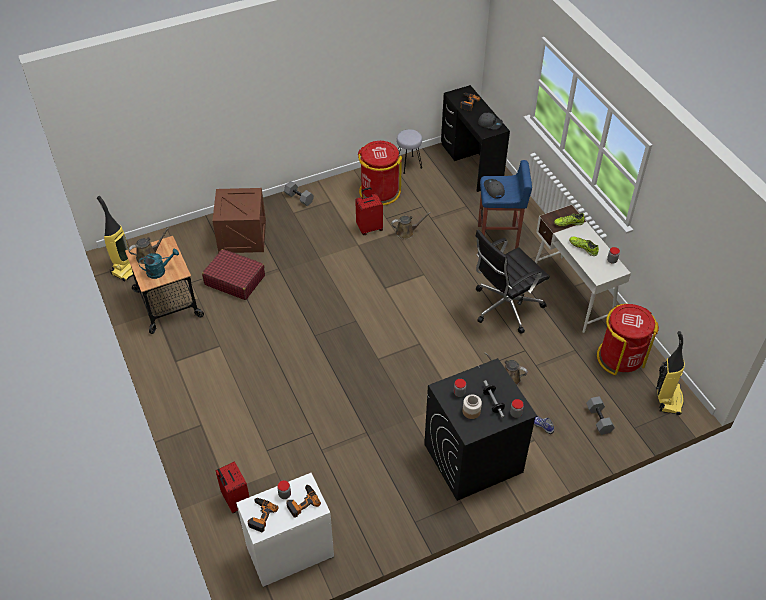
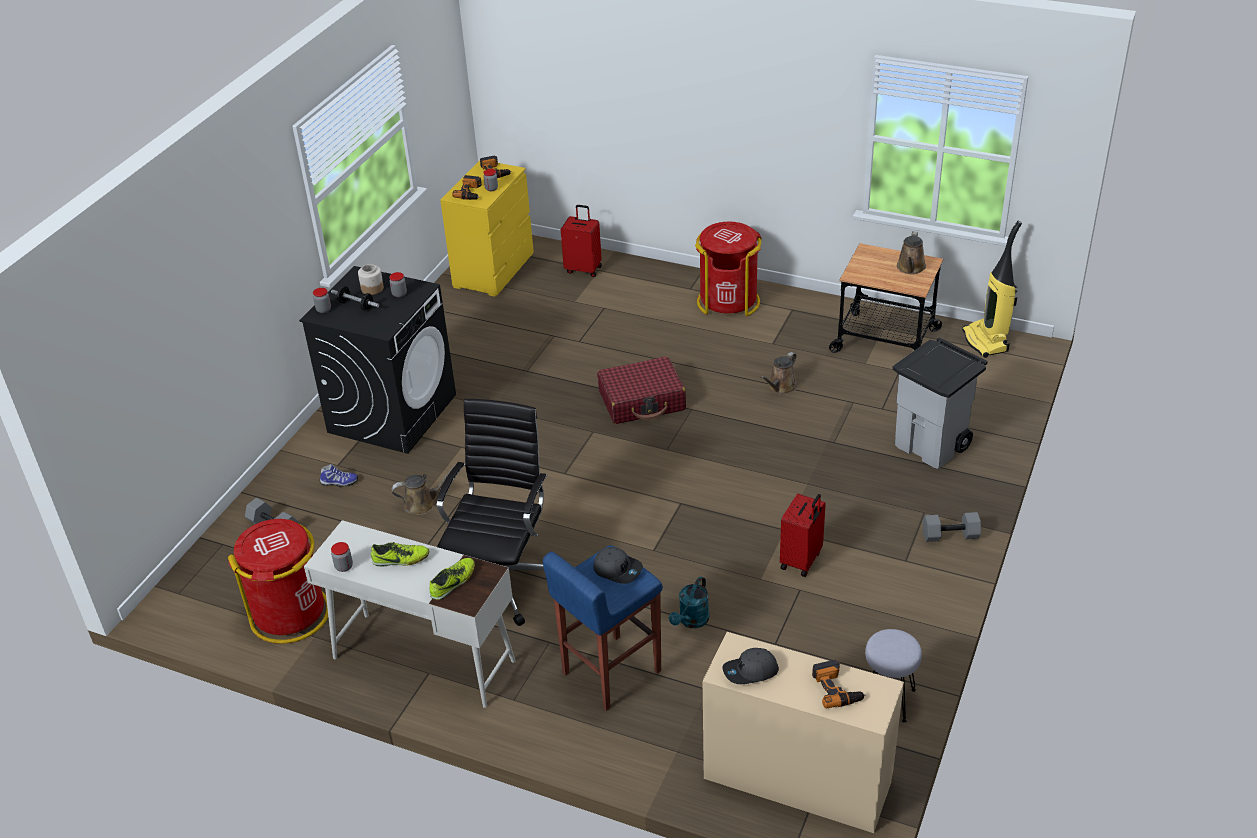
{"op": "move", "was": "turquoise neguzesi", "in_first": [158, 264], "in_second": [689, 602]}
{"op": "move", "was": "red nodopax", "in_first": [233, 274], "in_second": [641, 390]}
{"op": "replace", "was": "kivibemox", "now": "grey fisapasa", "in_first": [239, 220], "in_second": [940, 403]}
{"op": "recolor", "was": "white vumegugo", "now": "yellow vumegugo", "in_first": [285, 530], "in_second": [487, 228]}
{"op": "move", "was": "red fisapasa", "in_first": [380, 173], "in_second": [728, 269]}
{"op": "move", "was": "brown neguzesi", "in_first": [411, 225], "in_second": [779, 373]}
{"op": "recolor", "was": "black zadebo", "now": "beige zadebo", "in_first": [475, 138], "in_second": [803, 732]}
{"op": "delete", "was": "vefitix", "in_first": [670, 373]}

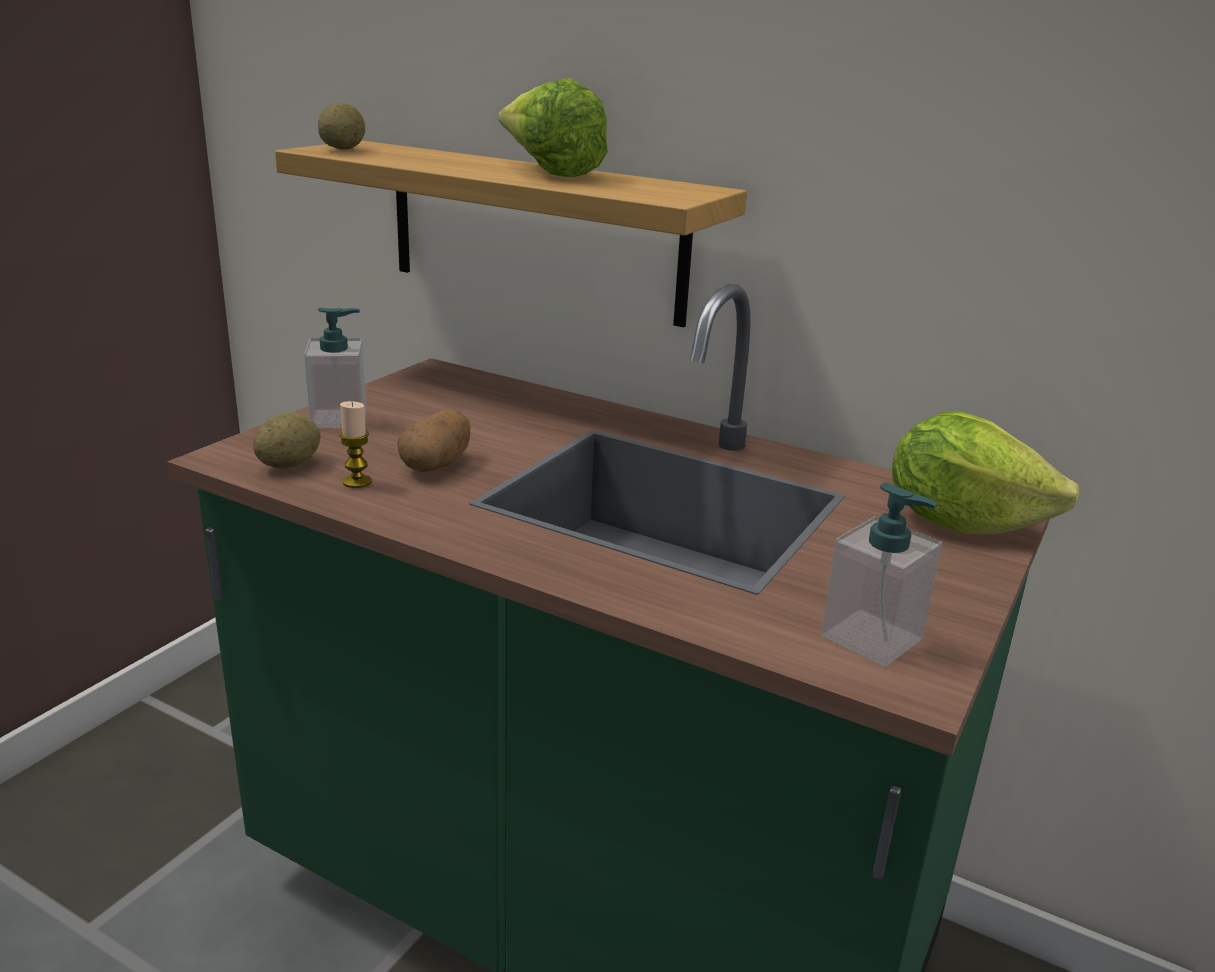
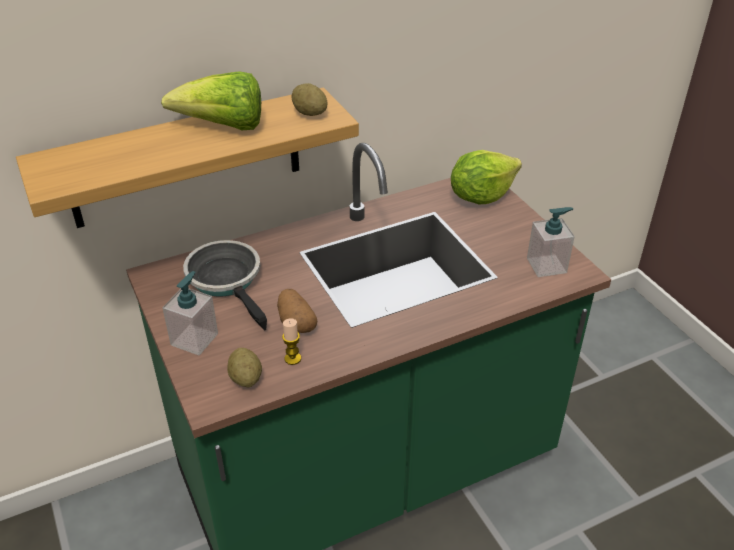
{"op": "move", "was": "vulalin", "in_first": [341, 126], "in_second": [309, 99]}
{"op": "insert", "now": "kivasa", "in_second": [225, 285]}

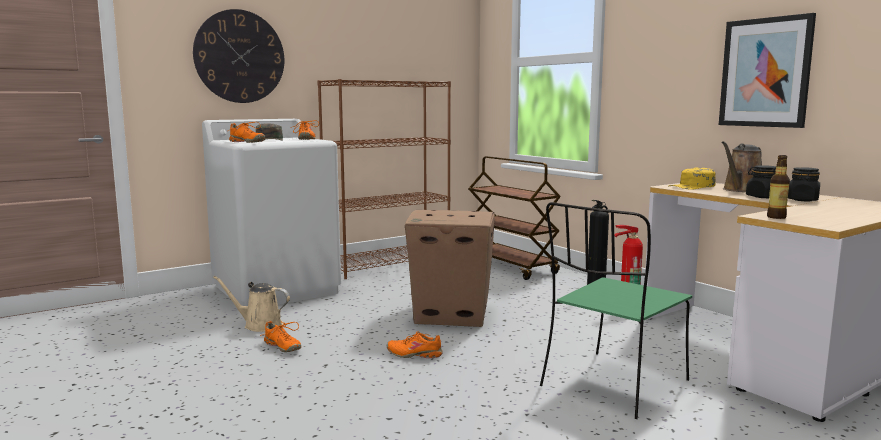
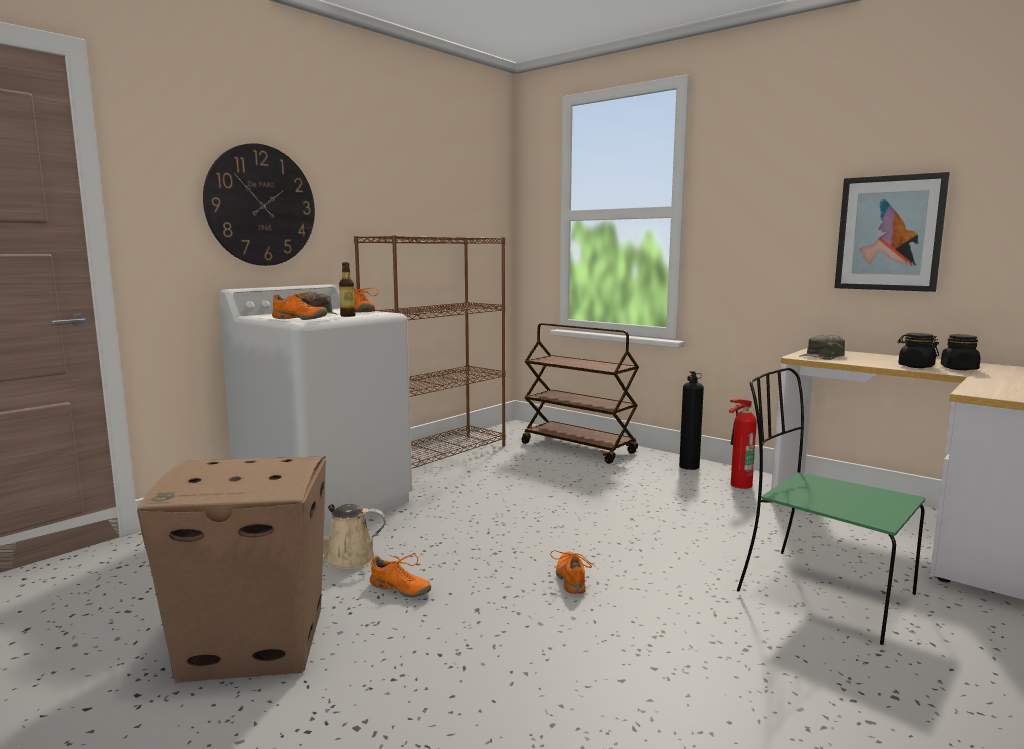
{"op": "rotate", "was": "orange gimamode", "in_first": [415, 344], "in_second": [574, 572], "clockwise": 90}
{"op": "move", "was": "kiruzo", "in_first": [450, 268], "in_second": [231, 569]}
{"op": "rotate", "was": "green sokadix", "in_first": [616, 310], "in_second": [831, 506], "clockwise": 105}
{"op": "recolor", "was": "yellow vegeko", "now": "green vegeko", "in_first": [692, 179], "in_second": [822, 347]}
{"op": "delete", "was": "brown neguzesi", "in_first": [741, 166]}
{"op": "move", "was": "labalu", "in_first": [778, 187], "in_second": [347, 289]}

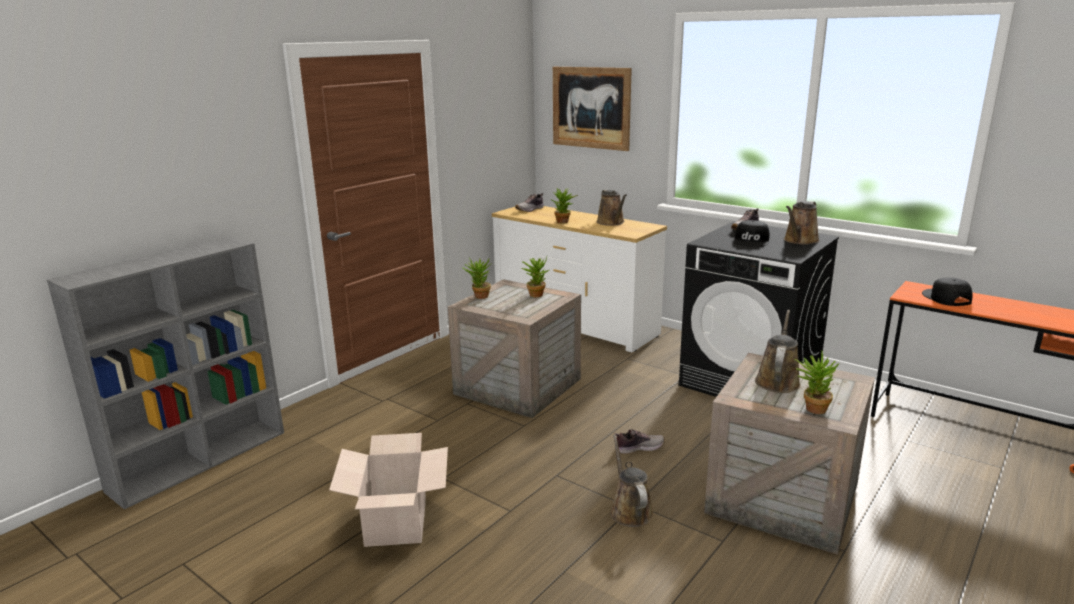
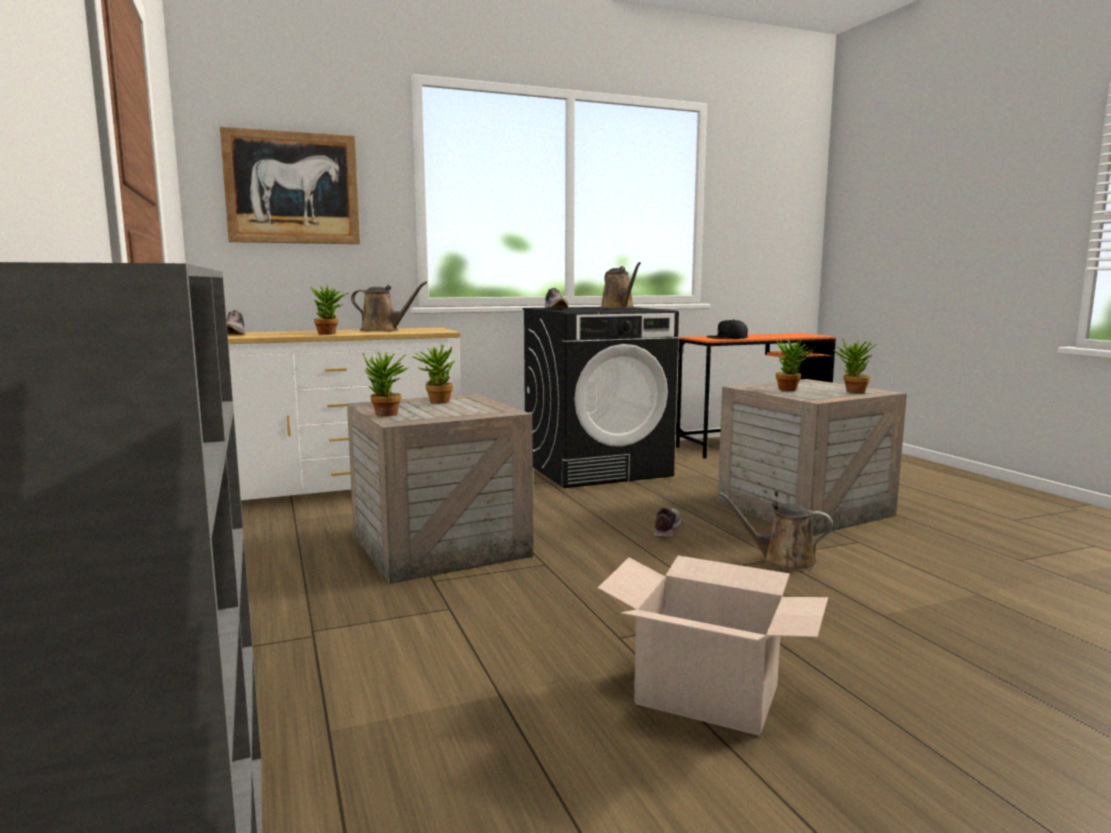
{"op": "delete", "was": "black vegeko", "in_first": [752, 233]}
{"op": "replace", "was": "brown neguzesi", "now": "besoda", "in_first": [778, 351], "in_second": [795, 365]}

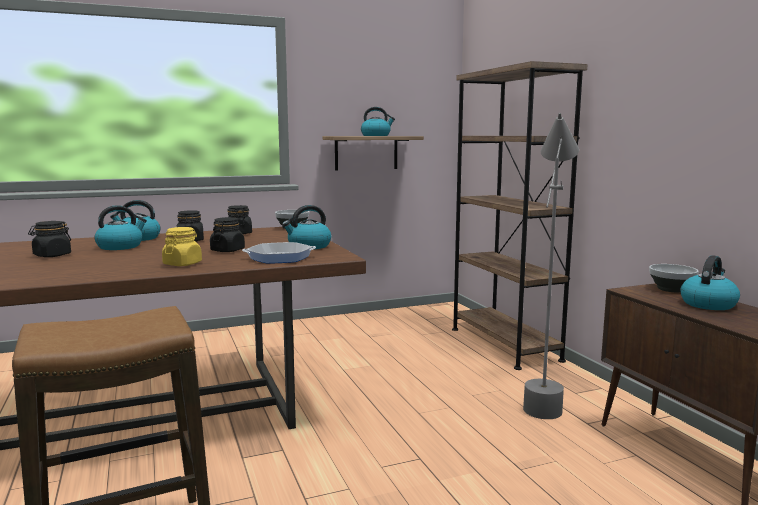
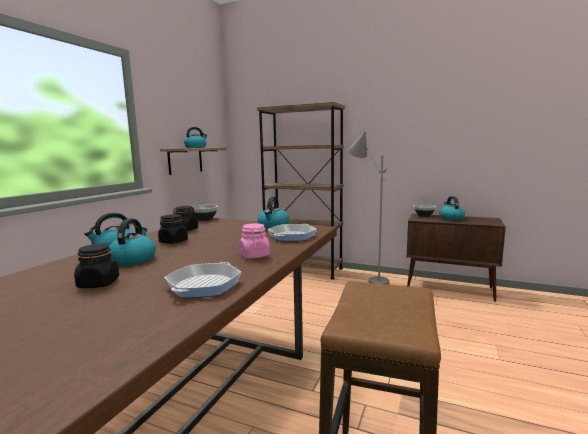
{"op": "recolor", "was": "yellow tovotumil", "now": "pink tovotumil", "in_first": [182, 246], "in_second": [254, 241]}
{"op": "delete", "was": "black tovotumil", "in_first": [227, 234]}
{"op": "insert", "now": "kivasa", "in_second": [203, 280]}

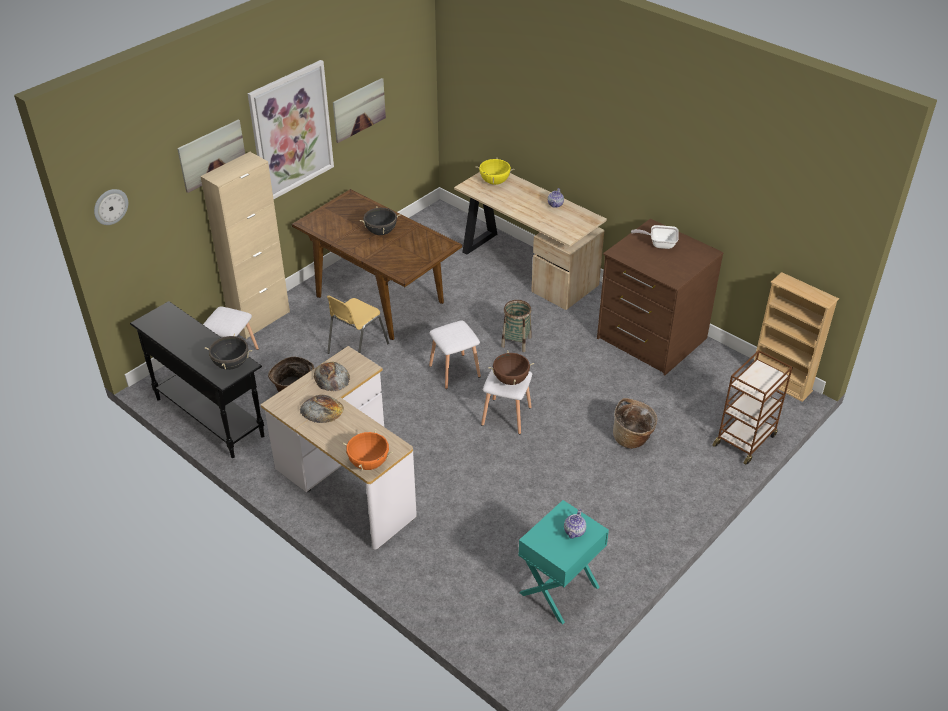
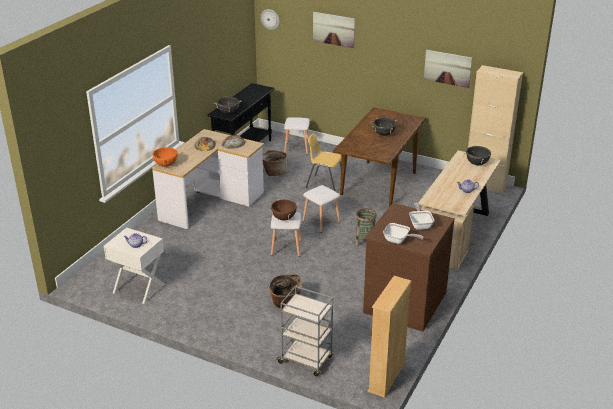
{"op": "move", "was": "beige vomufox", "in_first": [245, 245], "in_second": [495, 129]}
{"op": "delete", "was": "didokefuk", "in_first": [291, 129]}
{"op": "recolor", "was": "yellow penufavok", "now": "black penufavok", "in_first": [495, 172], "in_second": [479, 155]}
{"op": "recolor", "was": "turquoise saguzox", "now": "white saguzox", "in_first": [563, 562], "in_second": [134, 266]}
{"op": "recolor", "was": "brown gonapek", "now": "grey gonapek", "in_first": [752, 407], "in_second": [305, 331]}
{"op": "insert", "now": "kivasa", "in_second": [403, 233]}

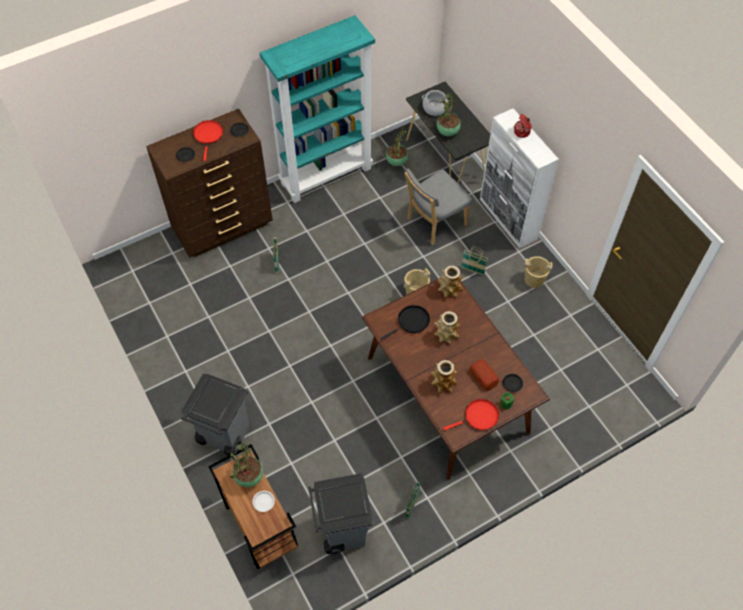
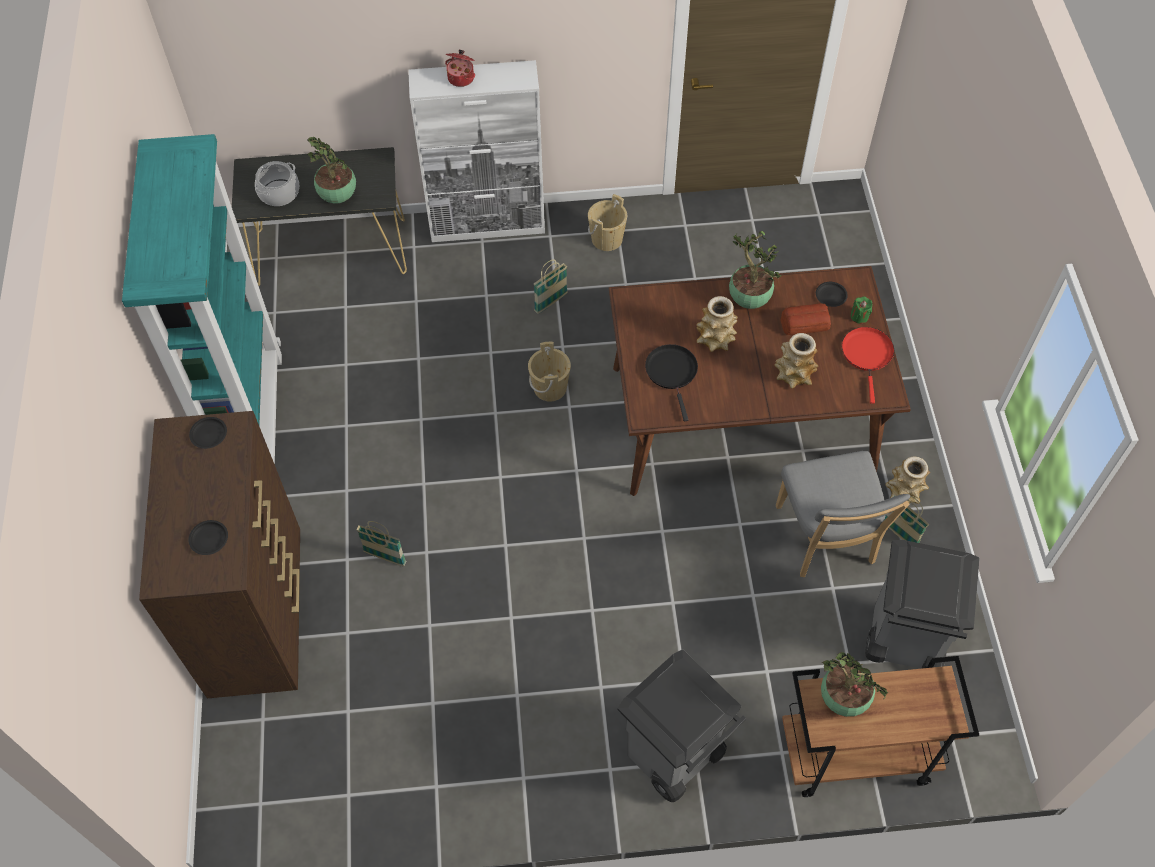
{"op": "delete", "was": "red kivasa", "in_first": [208, 140]}
{"op": "delete", "was": "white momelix", "in_first": [263, 501]}
{"op": "move", "was": "besoda", "in_first": [397, 146], "in_second": [755, 270]}
{"op": "move", "was": "grey sokadix", "in_first": [438, 206], "in_second": [843, 514]}
{"op": "move", "was": "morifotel", "in_first": [450, 281], "in_second": [907, 480]}

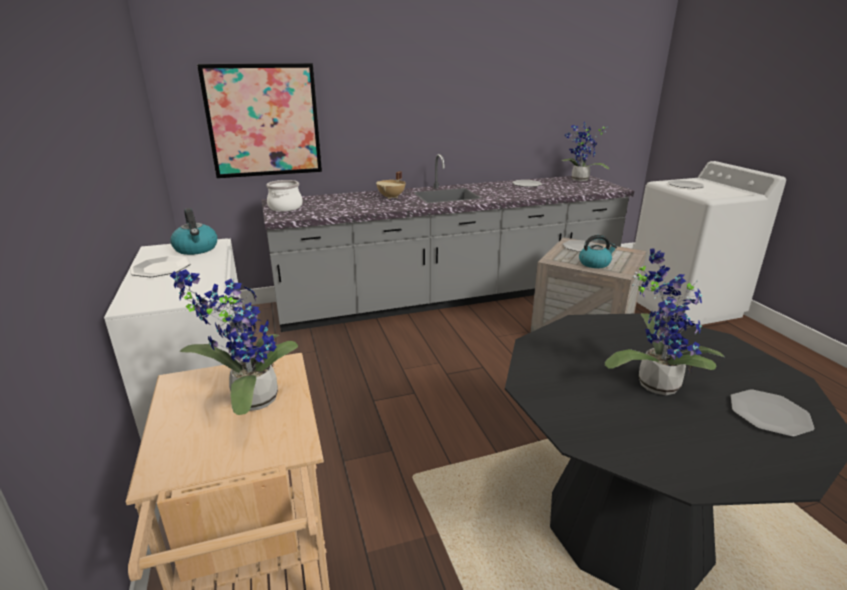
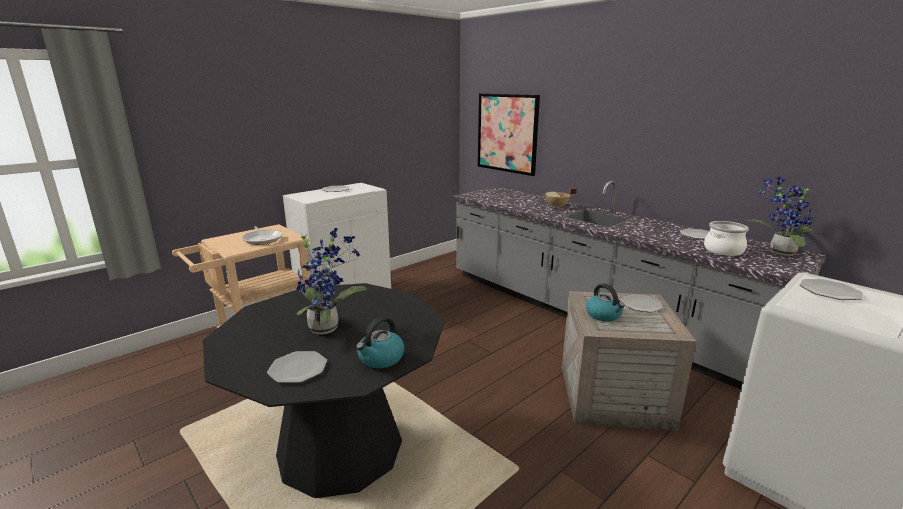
{"op": "move", "was": "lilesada", "in_first": [193, 231], "in_second": [380, 342]}
{"op": "replace", "was": "besoda", "now": "kivasa", "in_first": [234, 342], "in_second": [262, 235]}
{"op": "move", "was": "penufavok", "in_first": [284, 196], "in_second": [726, 238]}

